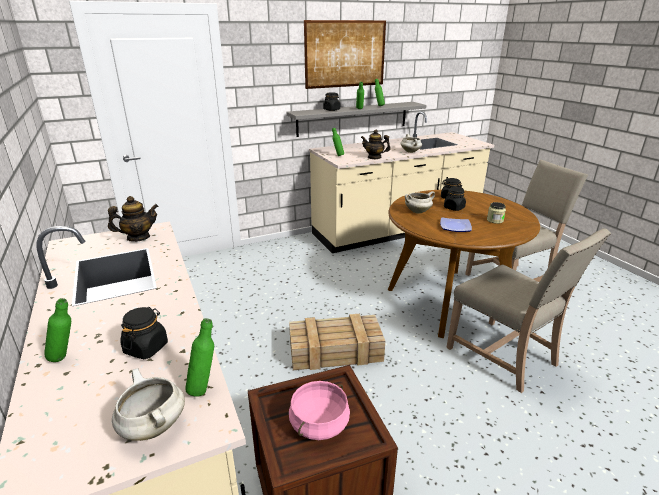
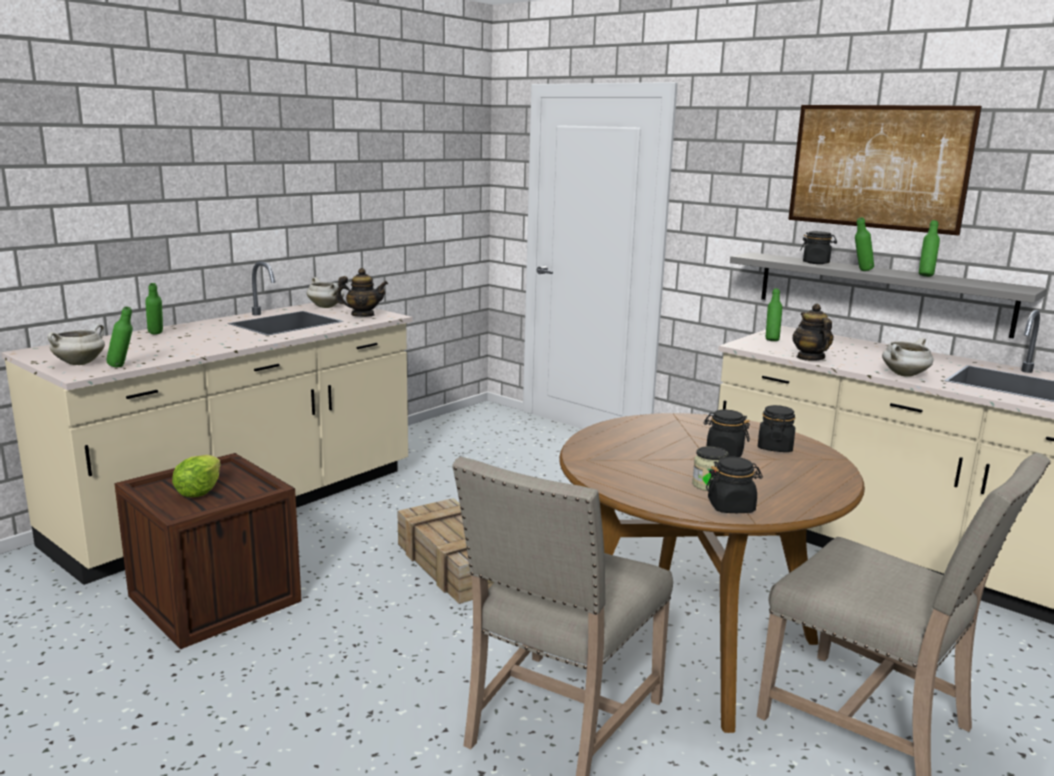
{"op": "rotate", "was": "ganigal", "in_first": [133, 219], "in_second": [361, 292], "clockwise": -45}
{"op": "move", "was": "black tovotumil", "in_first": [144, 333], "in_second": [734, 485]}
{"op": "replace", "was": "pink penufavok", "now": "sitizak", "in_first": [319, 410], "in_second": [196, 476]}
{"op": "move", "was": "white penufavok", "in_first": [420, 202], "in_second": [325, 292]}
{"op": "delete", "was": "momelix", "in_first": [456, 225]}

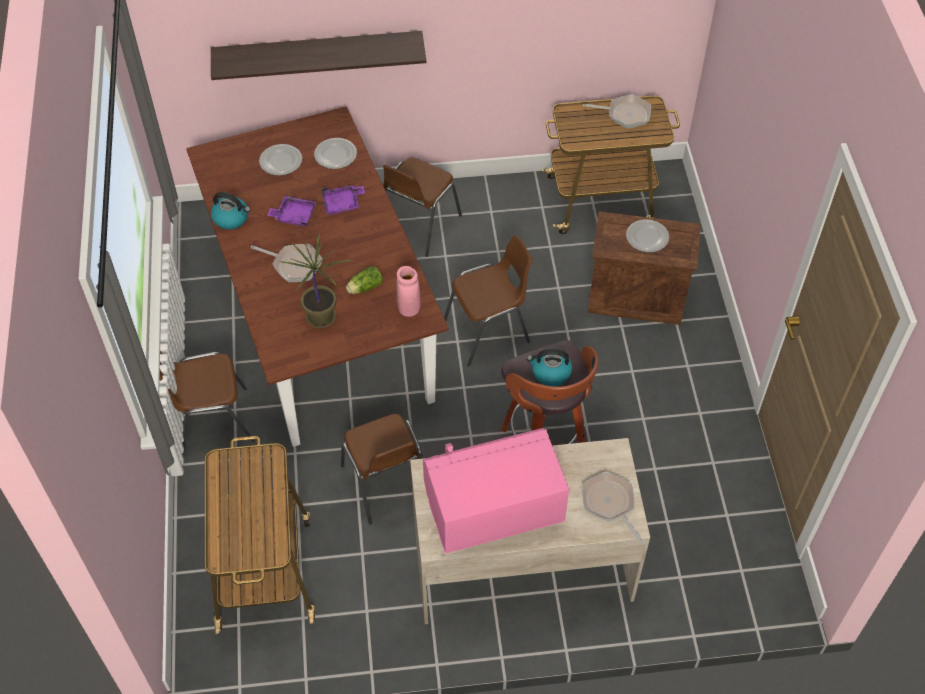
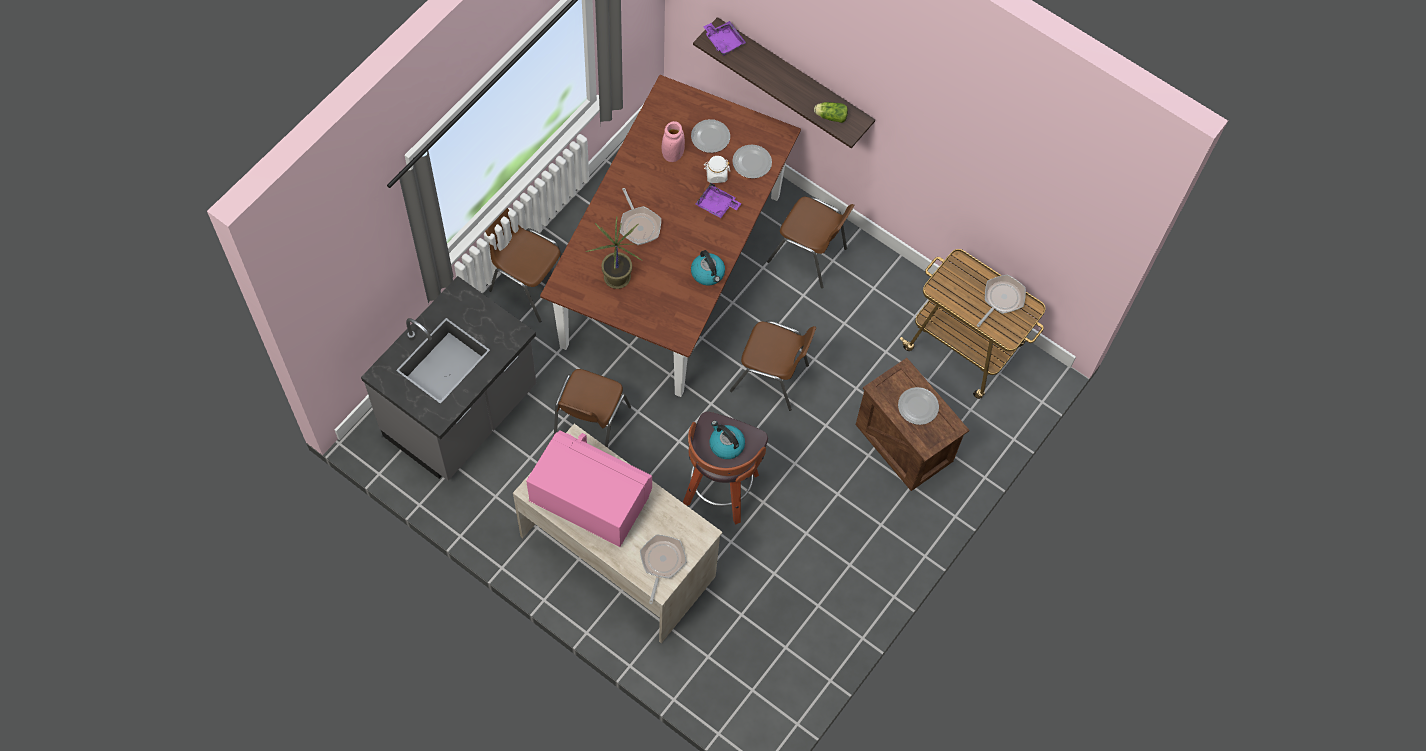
{"op": "replace", "was": "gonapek", "now": "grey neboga", "in_first": [260, 535], "in_second": [448, 378]}
{"op": "move", "was": "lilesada", "in_first": [231, 211], "in_second": [708, 268]}
{"op": "move", "was": "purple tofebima", "in_first": [291, 211], "in_second": [724, 38]}
{"op": "move", "was": "sitizak", "in_first": [364, 280], "in_second": [831, 112]}
{"op": "rotate", "was": "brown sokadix", "in_first": [422, 207], "in_second": [811, 242], "clockwise": -135}
{"op": "move", "was": "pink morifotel", "in_first": [408, 291], "in_second": [673, 141]}
{"op": "rotate", "was": "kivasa", "in_first": [617, 111], "in_second": [1001, 300], "clockwise": -105}
{"op": "insert", "now": "white tovotumil", "in_second": [717, 169]}

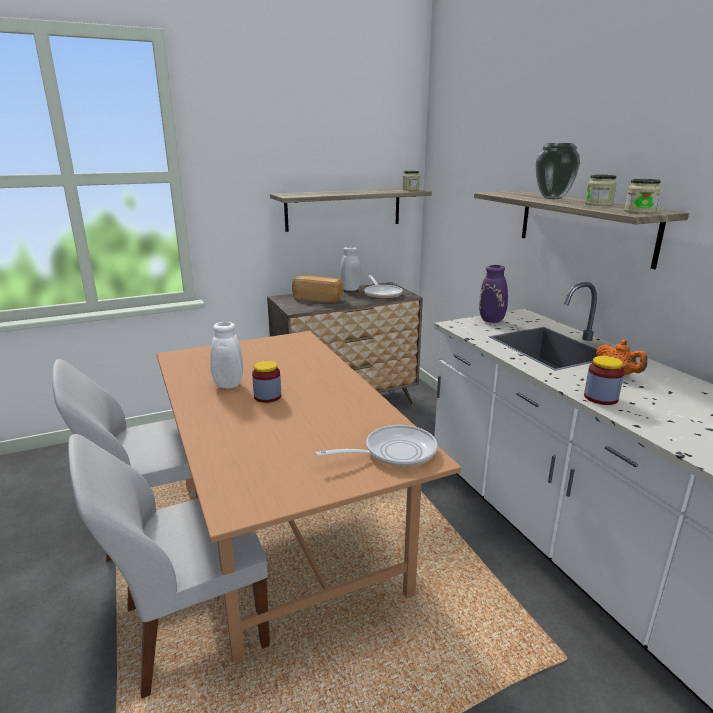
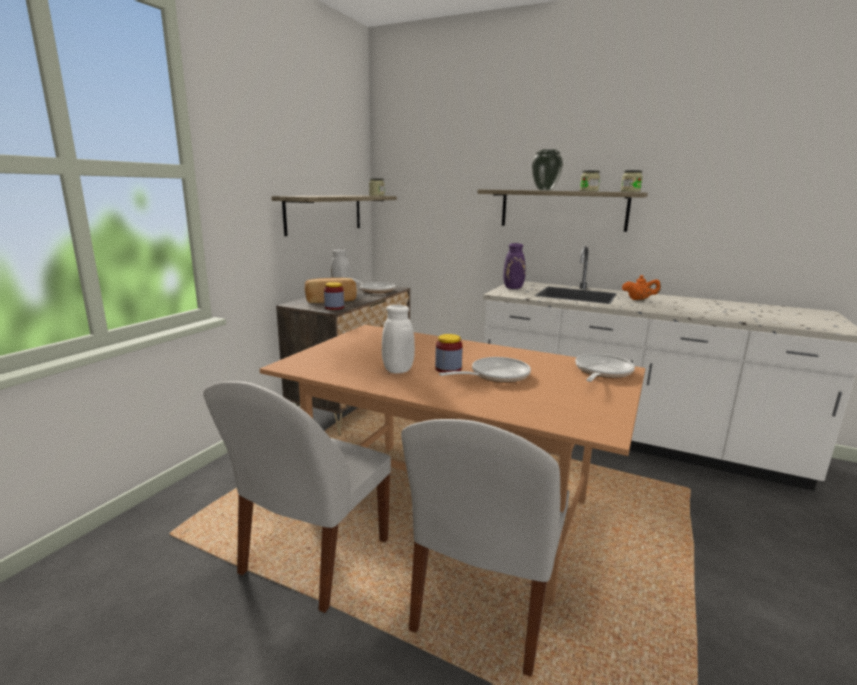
{"op": "move", "was": "tovotumil", "in_first": [604, 380], "in_second": [334, 296]}
{"op": "insert", "now": "kivasa", "in_second": [485, 370]}

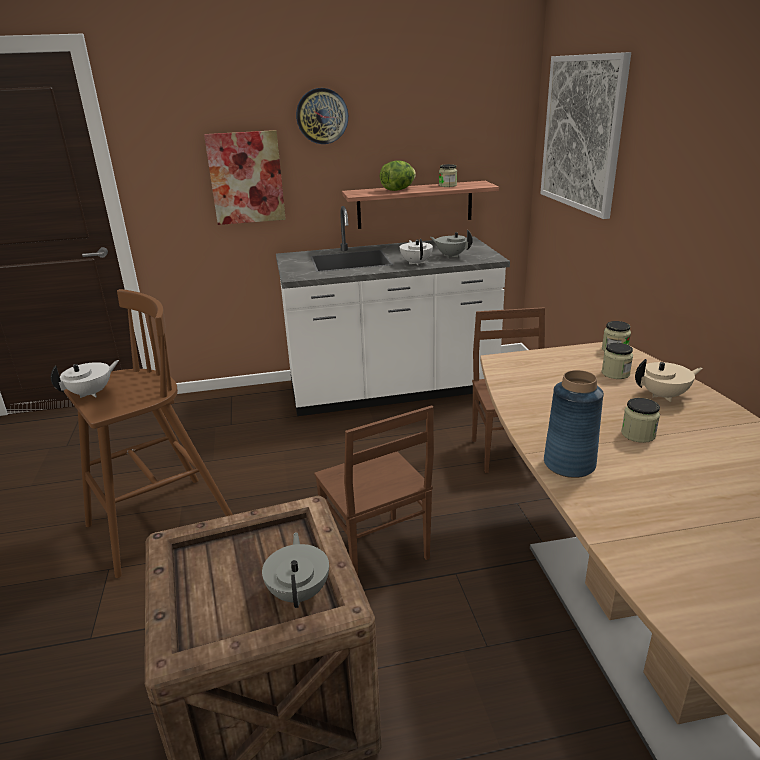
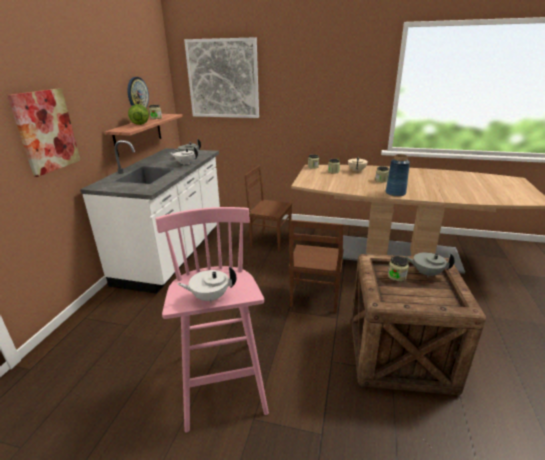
{"op": "rotate", "was": "white ganigal", "in_first": [85, 379], "in_second": [207, 285], "clockwise": -75}
{"op": "recolor", "was": "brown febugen", "now": "pink febugen", "in_first": [148, 433], "in_second": [212, 320]}
{"op": "move", "was": "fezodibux", "in_first": [322, 116], "in_second": [138, 92]}
{"op": "rotate", "was": "brown sokadix", "in_first": [374, 490], "in_second": [316, 266], "clockwise": 105}
{"op": "insert", "now": "tovotumil", "in_second": [398, 268]}

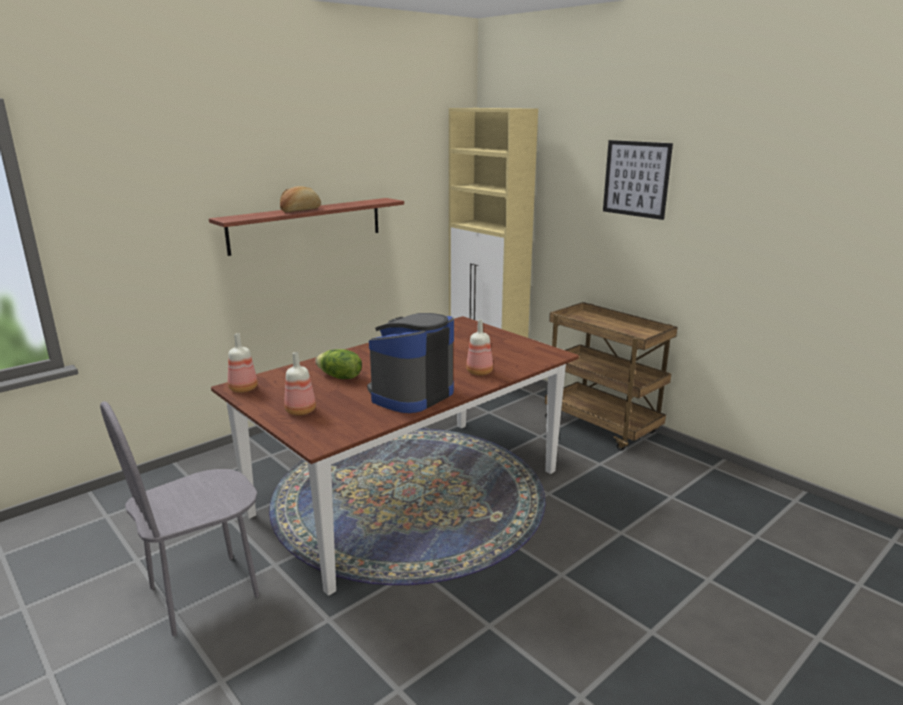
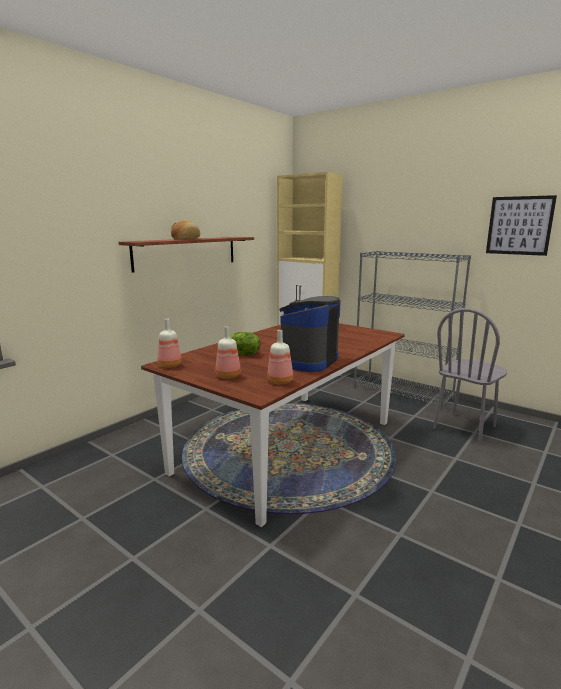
{"op": "move", "was": "grey sokadix", "in_first": [179, 518], "in_second": [470, 376]}
{"op": "move", "was": "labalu", "in_first": [479, 348], "in_second": [280, 357]}
{"op": "replace", "was": "brown gonapek", "now": "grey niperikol", "in_first": [611, 376], "in_second": [412, 331]}
{"op": "move", "was": "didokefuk", "in_first": [638, 180], "in_second": [521, 225]}

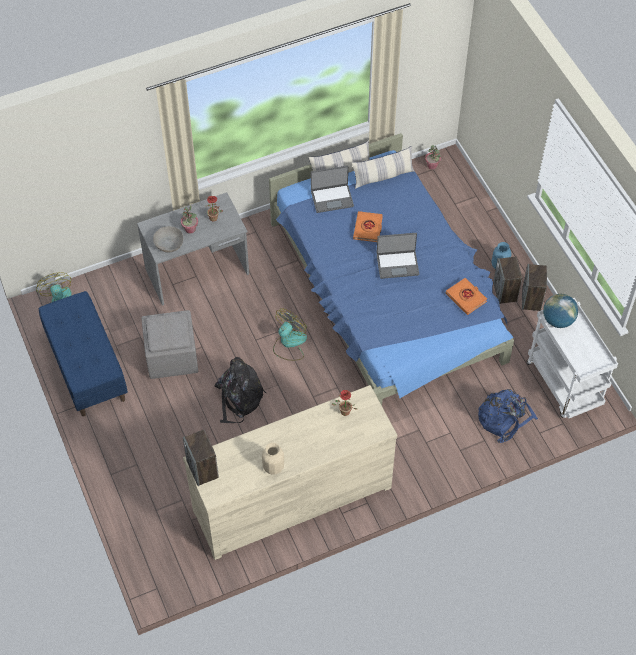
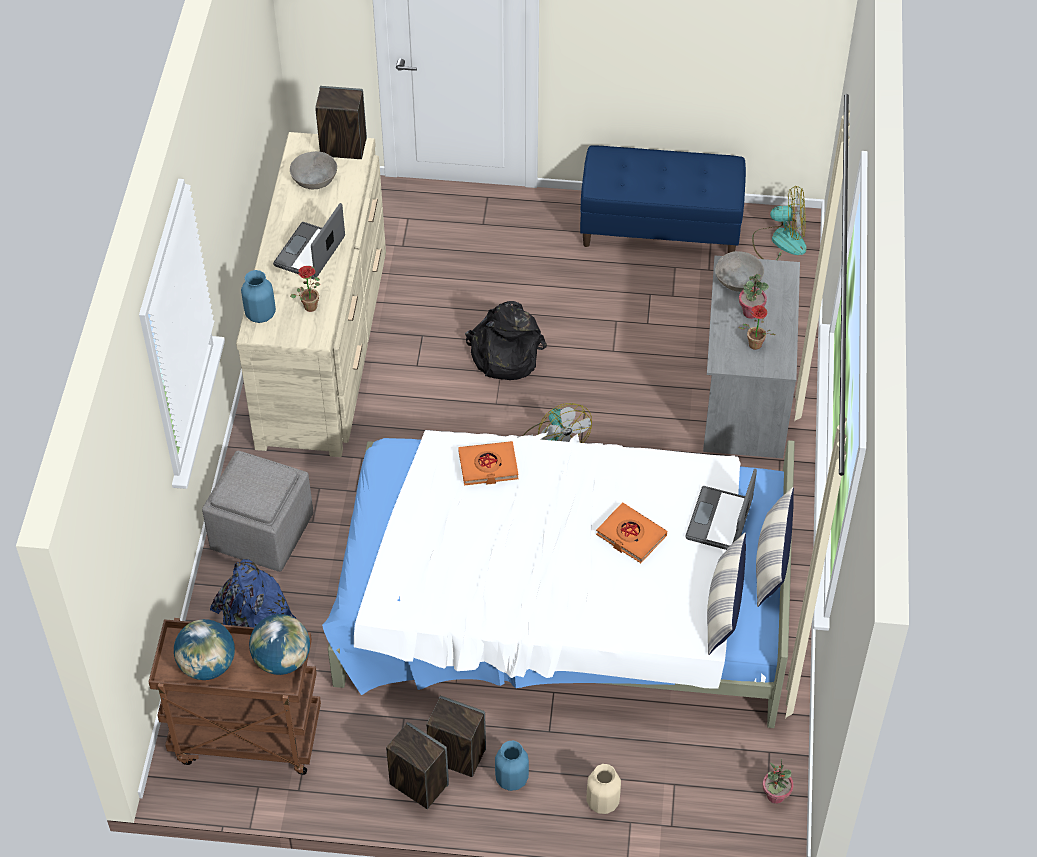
{"op": "move", "was": "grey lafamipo", "in_first": [169, 344], "in_second": [257, 511]}
{"op": "move", "was": "beige morifotel", "in_first": [273, 459], "in_second": [604, 789]}
{"op": "recolor", "was": "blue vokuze", "now": "white vokuze", "in_first": [391, 269], "in_second": [558, 579]}
{"op": "move", "was": "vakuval", "in_first": [398, 256], "in_second": [309, 241]}
{"op": "move", "was": "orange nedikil", "in_first": [466, 296], "in_second": [488, 463]}
{"op": "recolor", "was": "white gonapek", "now": "brown gonapek", "in_first": [572, 358], "in_second": [235, 696]}
{"op": "insert", "now": "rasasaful", "in_second": [204, 649]}
{"op": "insert", "now": "blue morifotel", "in_second": [258, 296]}
{"op": "insert", "now": "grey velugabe", "in_second": [313, 170]}

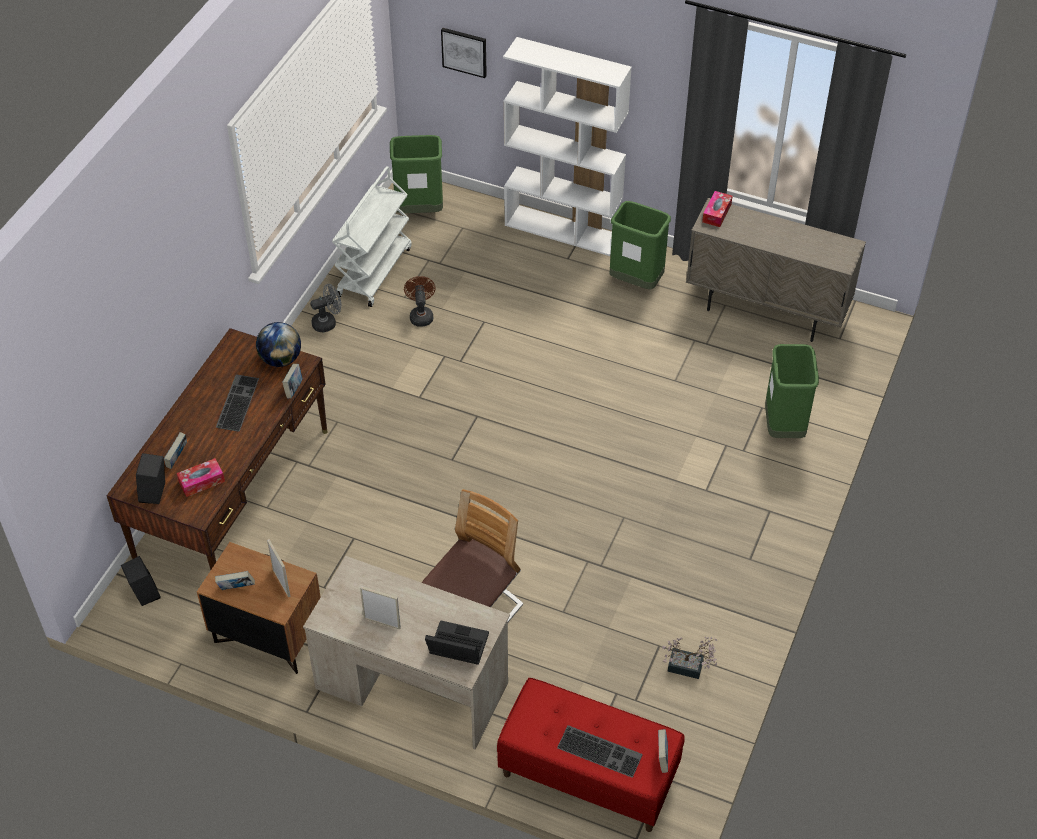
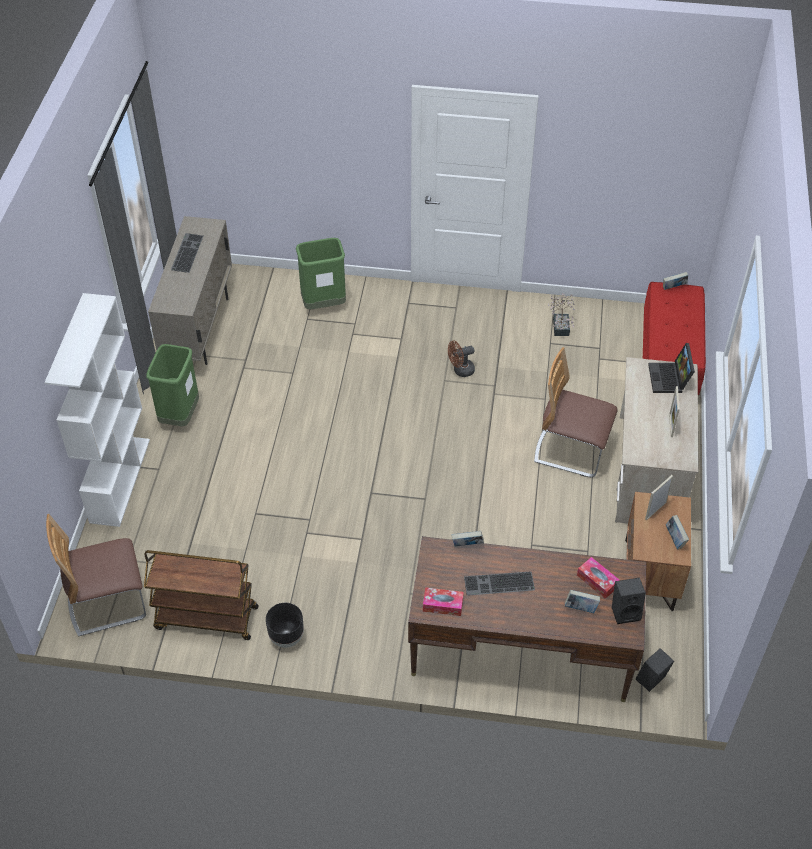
{"op": "delete", "was": "rasasaful", "in_first": [278, 344]}
{"op": "replace", "was": "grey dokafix", "now": "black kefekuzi", "in_first": [325, 308], "in_second": [285, 625]}
{"op": "recolor", "was": "white gonapek", "now": "brown gonapek", "in_first": [372, 236], "in_second": [201, 595]}
{"op": "replace", "was": "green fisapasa", "now": "sokadix", "in_first": [416, 174], "in_second": [96, 575]}
{"op": "move", "was": "brown dokafix", "in_first": [420, 301], "in_second": [461, 359]}
{"op": "delete", "was": "didokefuk", "in_first": [464, 53]}
{"op": "move", "was": "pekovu", "in_first": [600, 751], "in_second": [187, 253]}
{"op": "move", "was": "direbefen", "in_first": [717, 209], "in_second": [443, 601]}

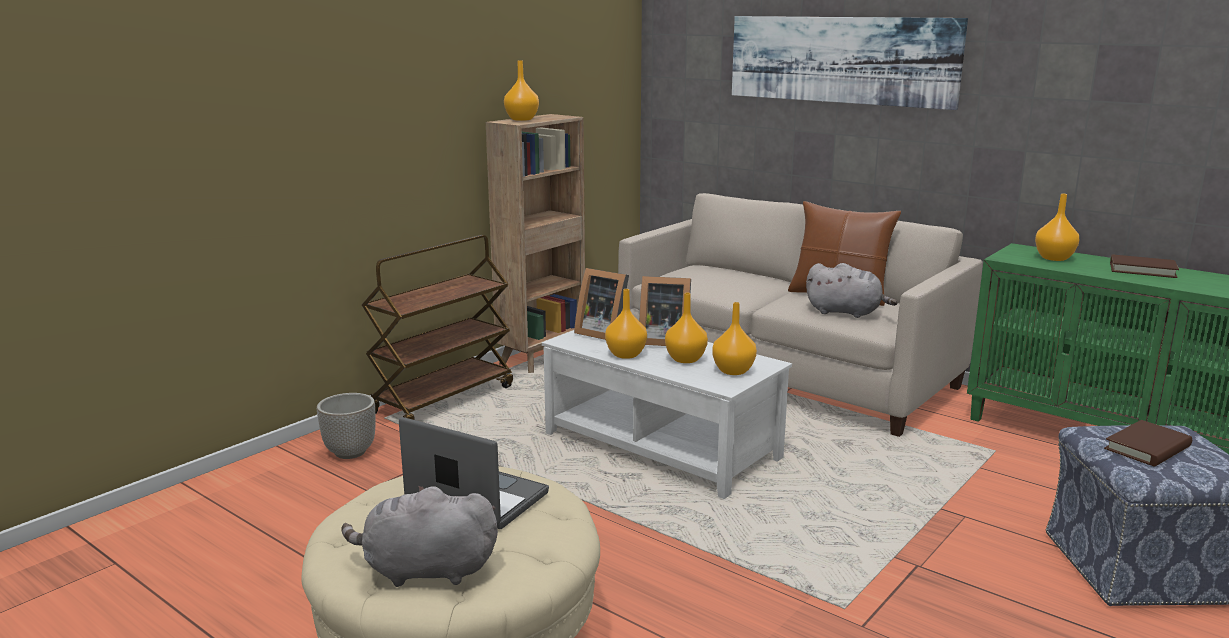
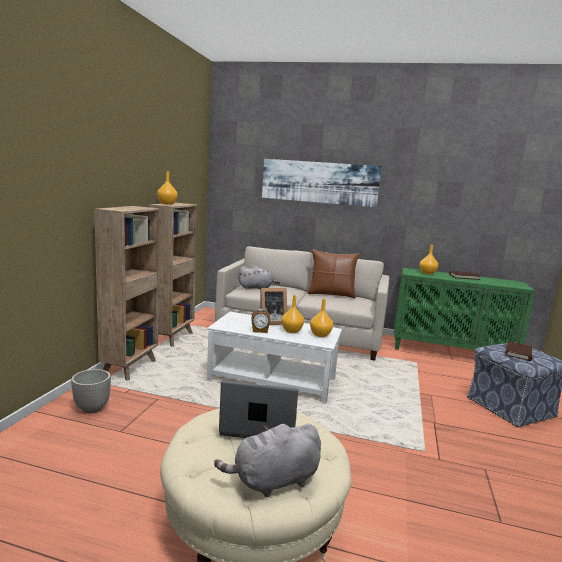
{"op": "replace", "was": "brown gonapek", "now": "brown niperikol", "in_first": [437, 327], "in_second": [126, 293]}
{"op": "delete", "was": "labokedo", "in_first": [601, 304]}
{"op": "replace", "was": "orange morifotel", "now": "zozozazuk", "in_first": [626, 324], "in_second": [260, 321]}
{"op": "move", "was": "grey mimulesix", "in_first": [851, 290], "in_second": [259, 278]}

